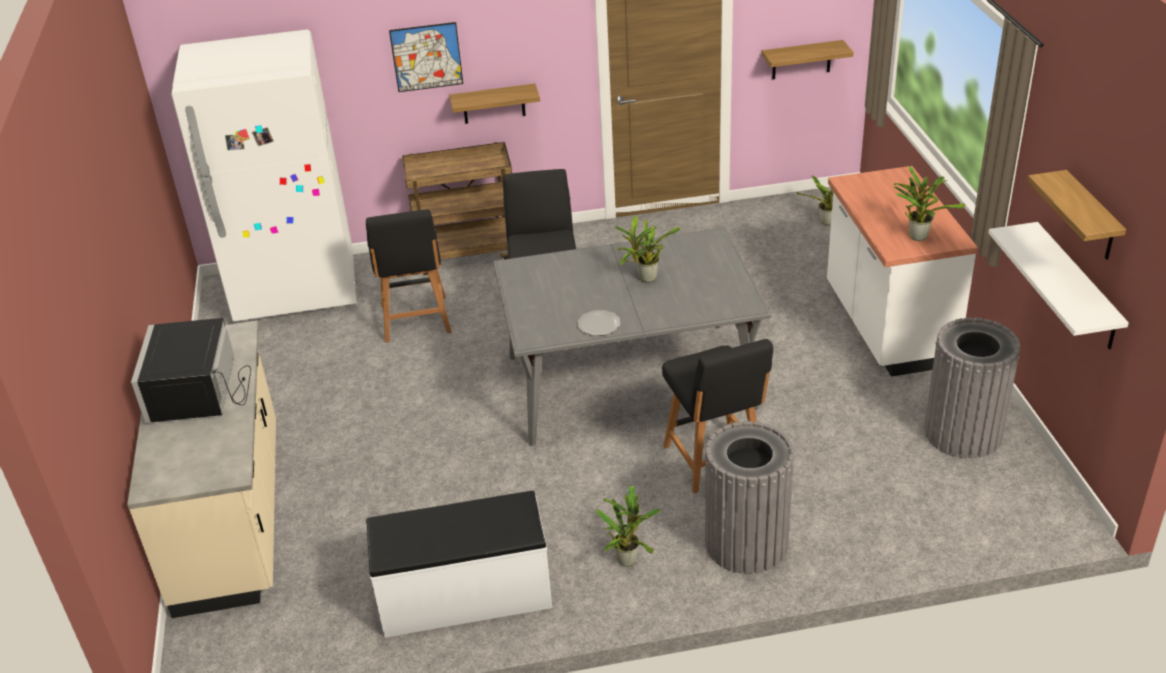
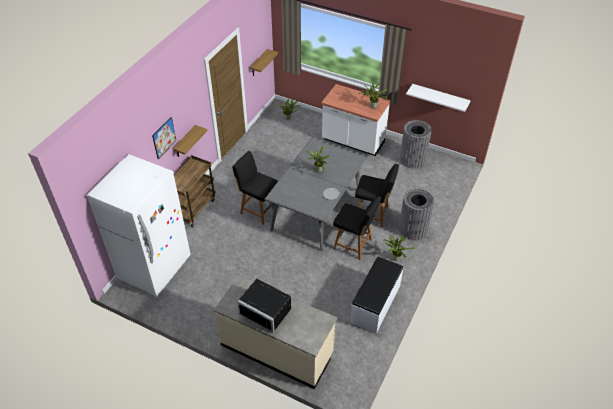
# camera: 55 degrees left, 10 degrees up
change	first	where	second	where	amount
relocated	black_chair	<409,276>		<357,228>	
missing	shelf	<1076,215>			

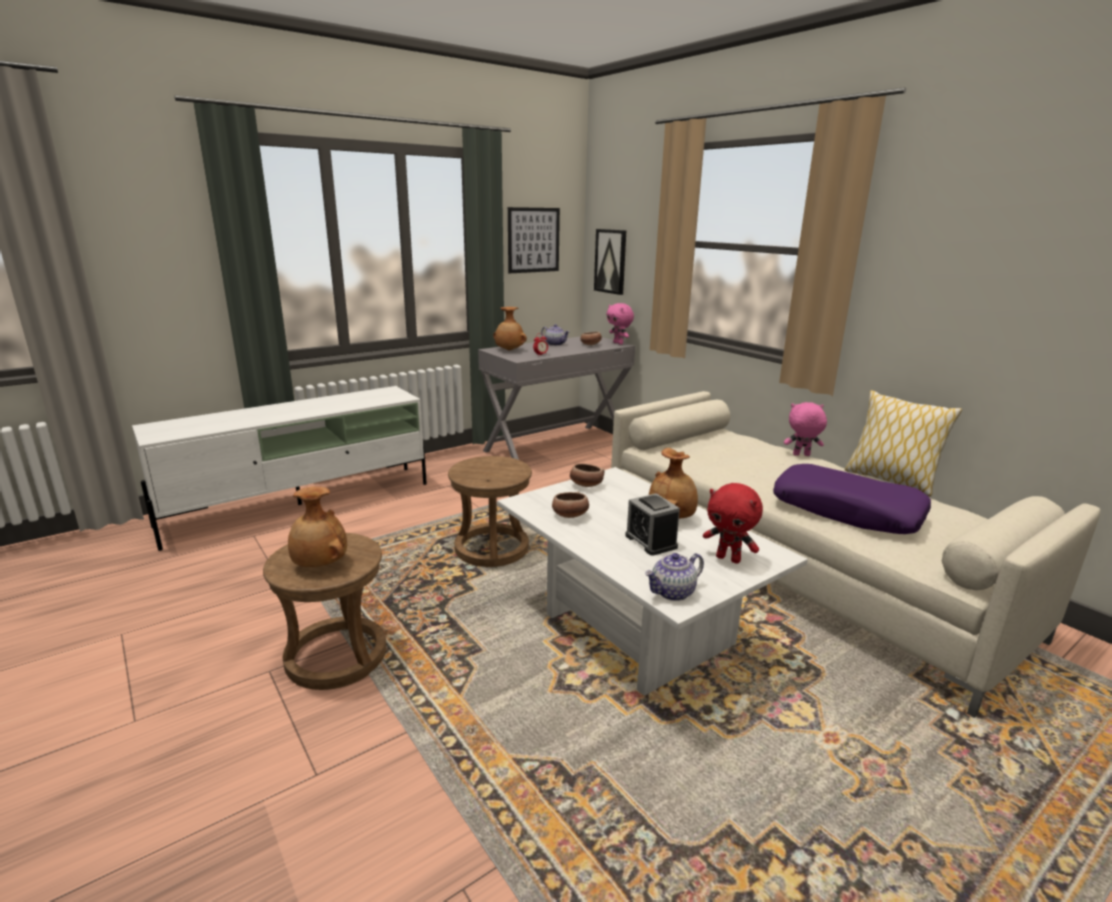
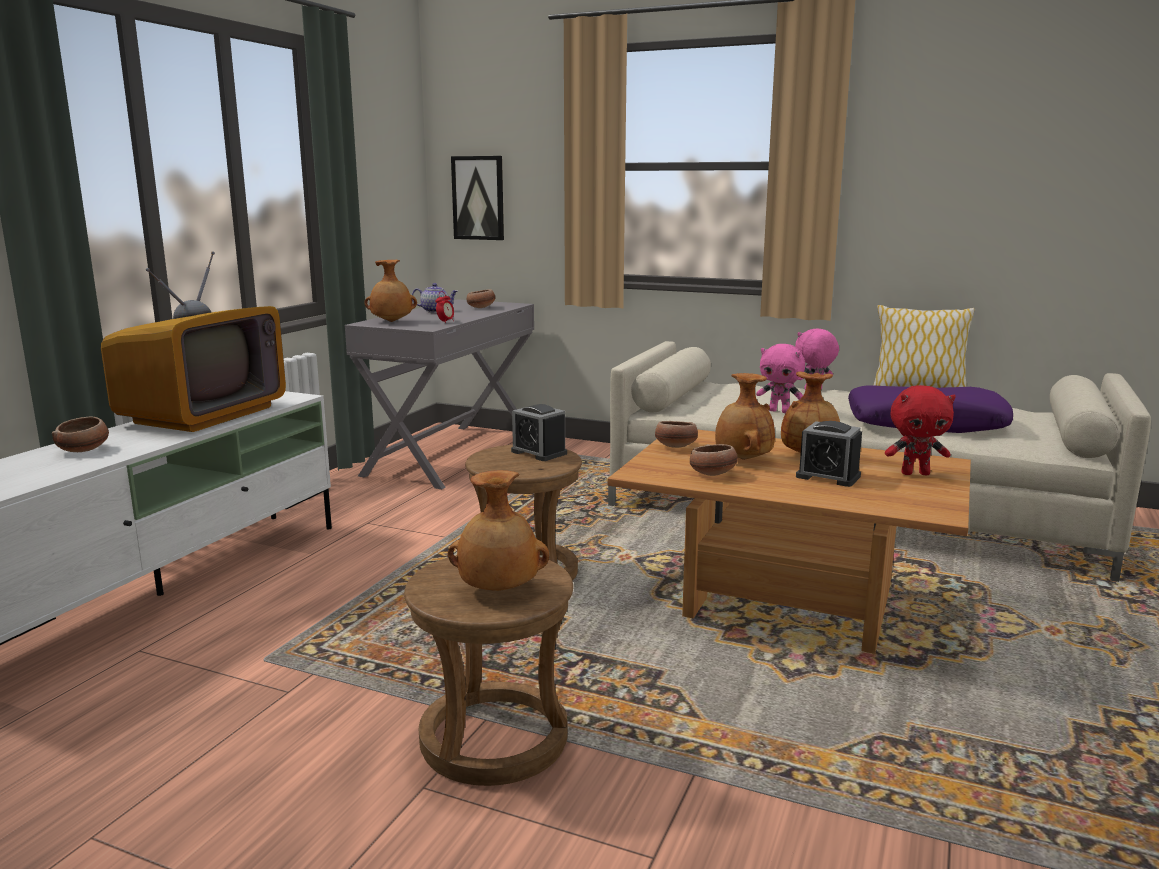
# camera: 30 degrees left, 5 degrees down
change	first	where	second	where	amount
colour	white_coffee_table	<652,581>	brown_coffee_table	<789,542>	
missing	picture	<534,240>			
relocated	pink_plush_toy	<620,324>		<780,378>	
missing	teapot	<674,577>			
appeared			bowl	<80,434>	
appeared			television	<193,341>	
appeared			alarm_clock	<539,432>	
appeared			brown_vase	<745,416>	

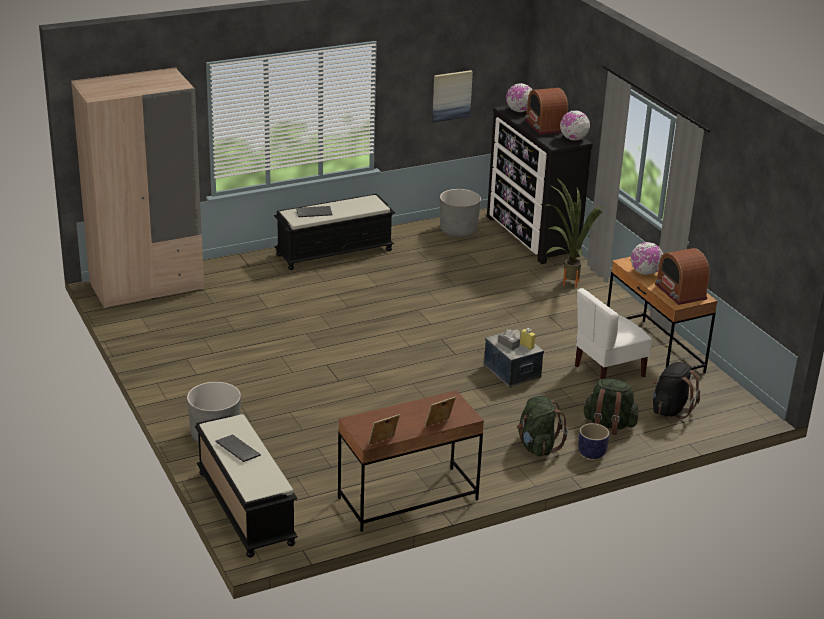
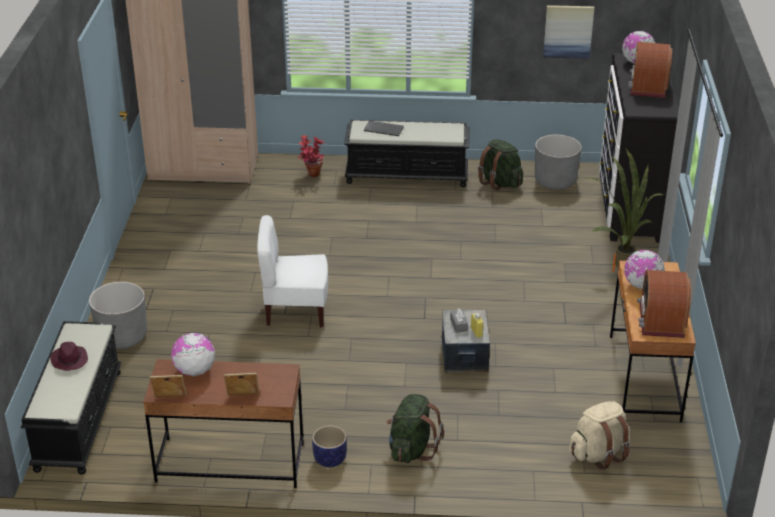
# camera: 30 degrees right, 5 degrees up
change	first	where	second	where	amount
exchanged	keyboard	<238,448>	purple_hat	<69,356>	
relocated	globe	<575,125>		<193,354>	
relocated	white_chair	<613,334>		<292,271>	
relocated	planter	<593,441>		<329,446>	
relocated	green_backpack	<611,407>		<500,165>	
colour	black_backpack	<676,390>	beige_backpack	<599,435>	
appeared			potted_plant	<311,156>	

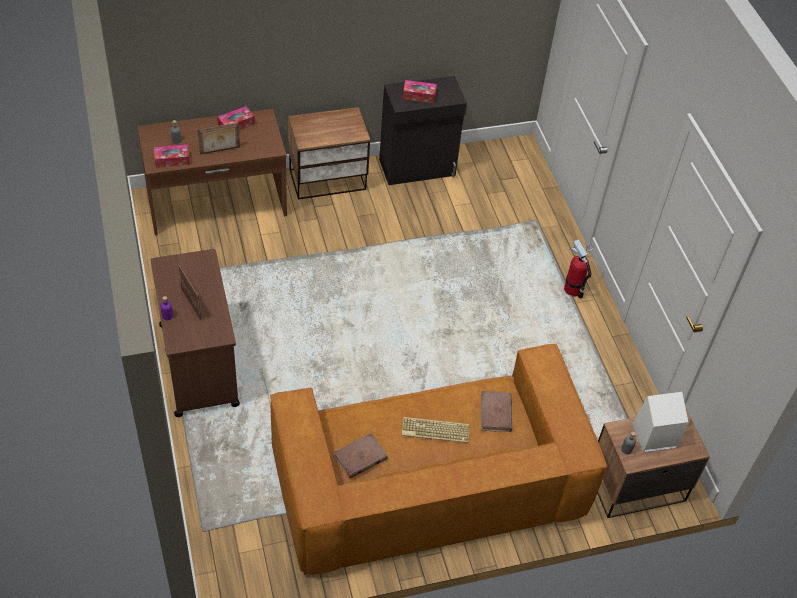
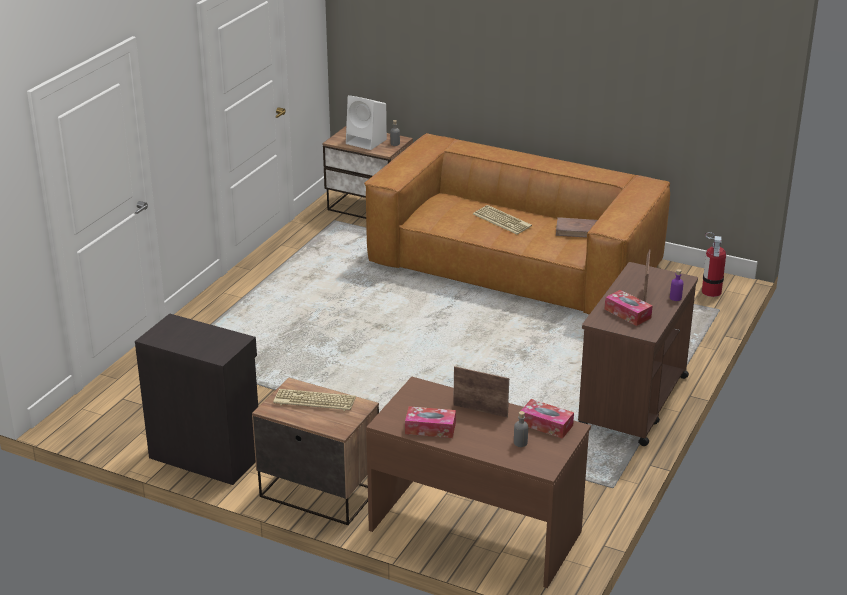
# camera: 135 degrees left, 20 degrees down
change	first	where	second	where	amount
relocated	tissue_box	<420,91>		<628,308>	
missing	brown_book	<496,411>			
relocated	fire_extinguisher	<578,269>		<714,264>	
appeared			keyboard	<314,400>	

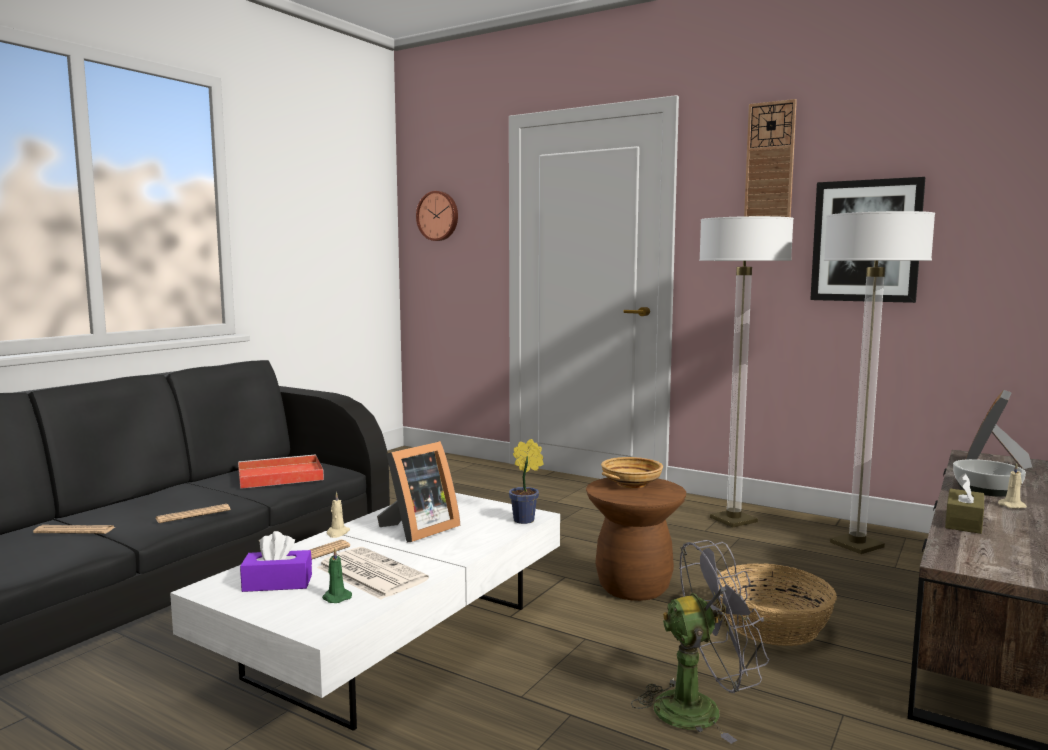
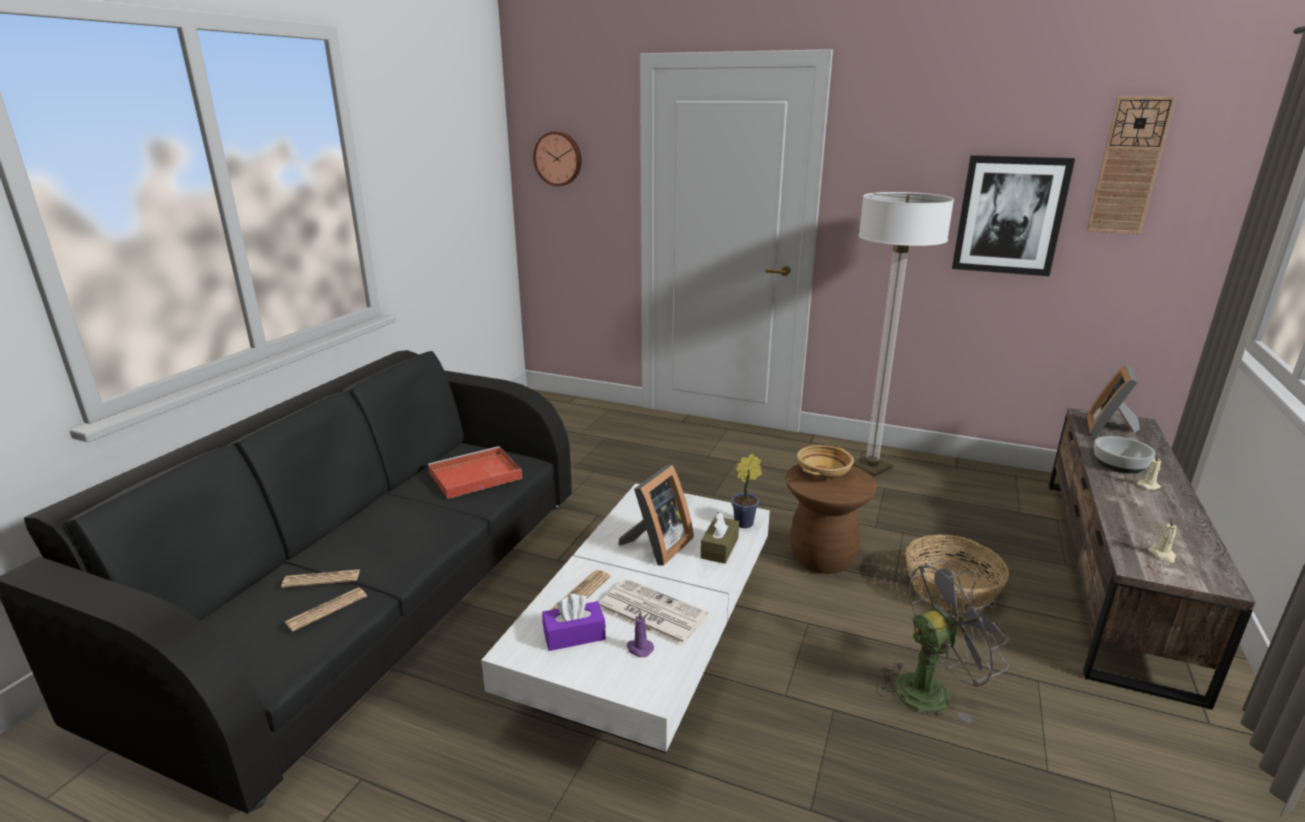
# camera: 10 degrees left, 15 degrees up
change	first	where	second	where	amount
relocated	newspaper	<192,513>		<326,609>	
colour	green_candle	<337,575>	purple_candle	<640,634>	
relocated	beige_candle	<338,515>		<1162,540>	
relocated	wall_clock	<770,158>		<1131,165>	
missing	floor_lamp	<879,382>			
relocated	brown_tissue_box	<964,504>		<720,538>	

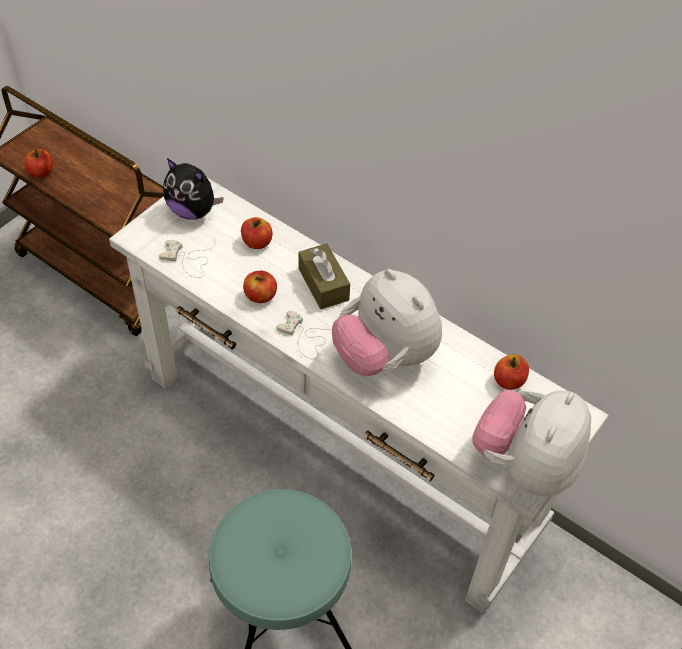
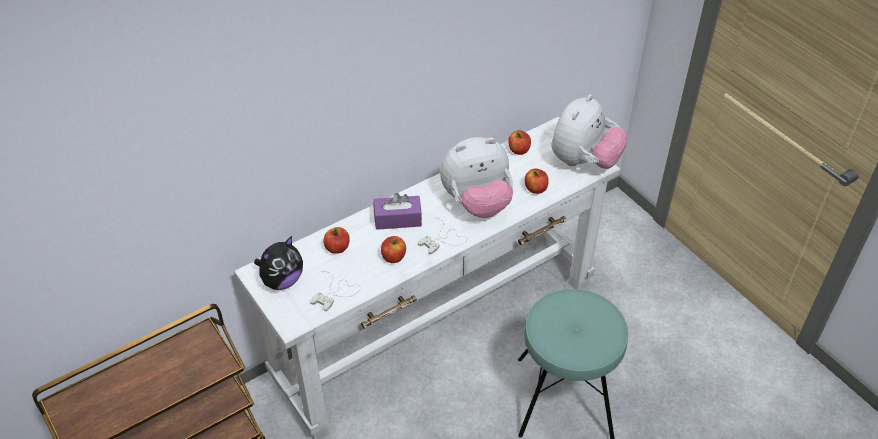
# camera: 70 degrees left, 5 degrees down
change	first	where	second	where	amount
relocated	apple	<38,163>		<537,181>	
colour	brown_tissue_box	<324,276>	purple_tissue_box	<398,211>	
spun	plush_toy	<531,443>		<589,131>	105 degrees counterclockwise

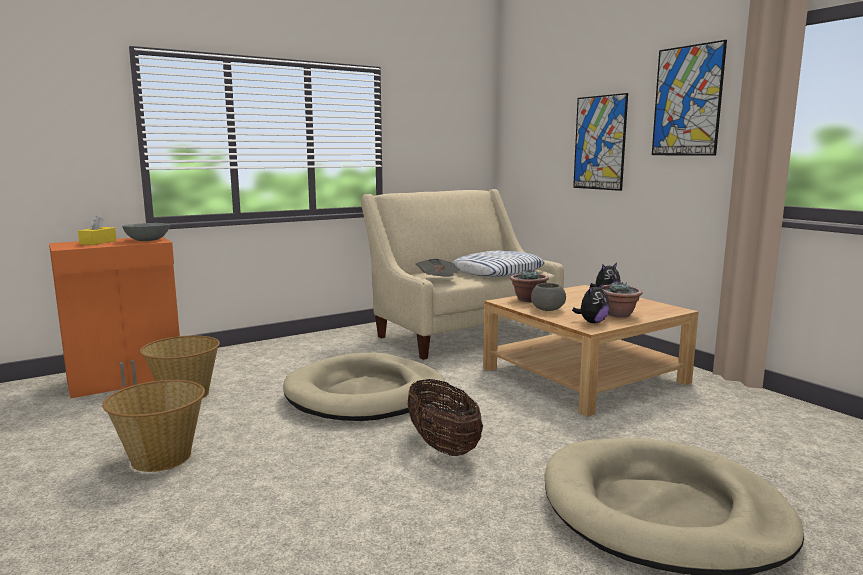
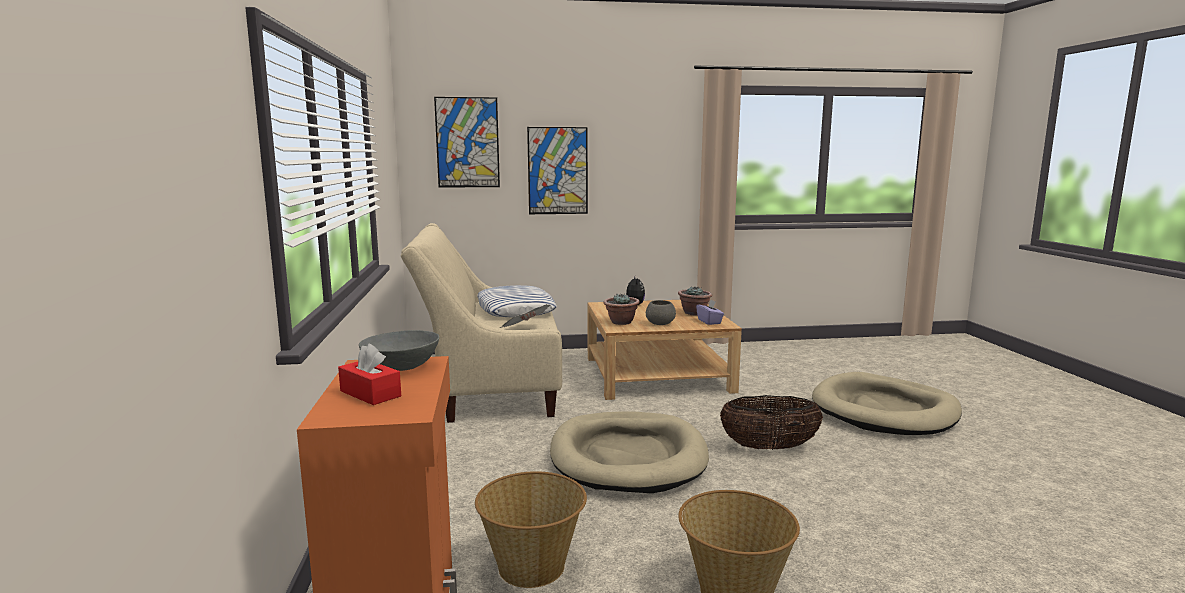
# camera: 65 degrees left, 0 degrees up
change	first	where	second	where	amount
colour	yellow_tissue_box	<97,230>	red_tissue_box	<369,374>	
exchanged	plush_toy	<590,303>	purple_tissue_box	<710,312>	
relocated	picture	<689,98>		<467,142>	

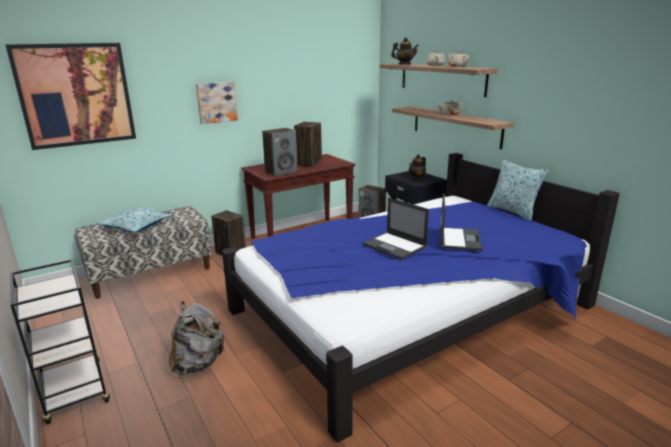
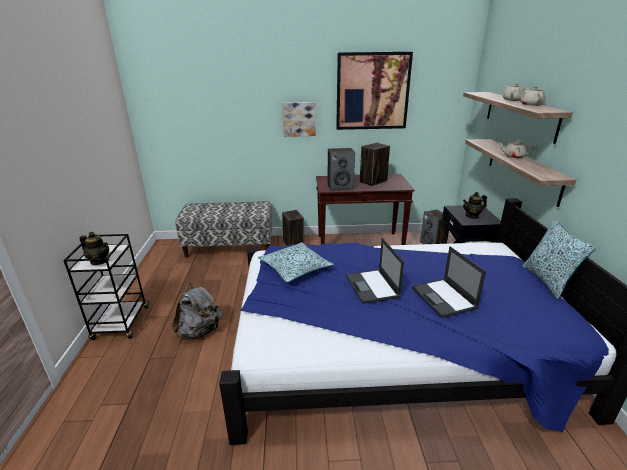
# camera: 30 degrees right, 5 degrees up
change	first	where	second	where	amount
relocated	picture	<71,96>		<374,91>	
relocated	pillow	<133,220>		<296,262>	
relocated	teapot	<405,50>		<94,248>	
spun	laptop	<461,222>		<449,282>	120 degrees clockwise

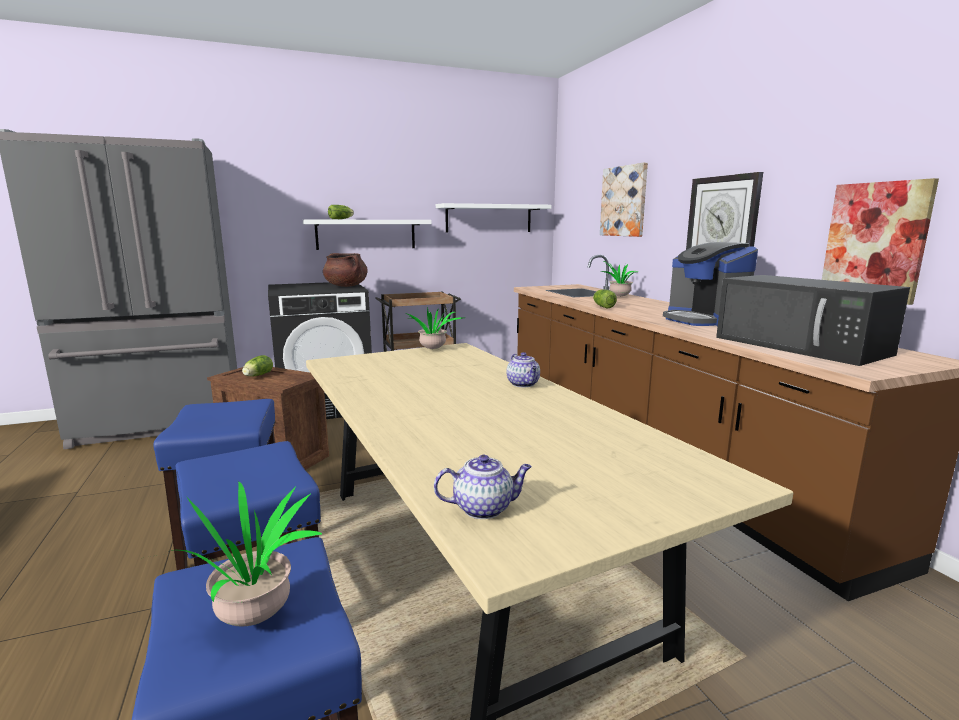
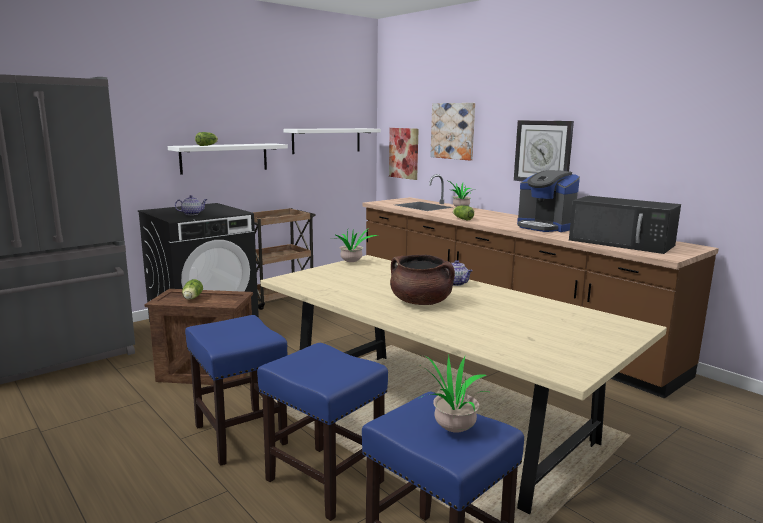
# camera: 20 degrees left, 0 degrees up
change	first	where	second	where	amount
relocated	brown_cooking_pot	<345,270>		<422,280>	
relocated	teapot	<483,487>		<191,205>	
relocated	picture	<880,241>		<404,154>	

